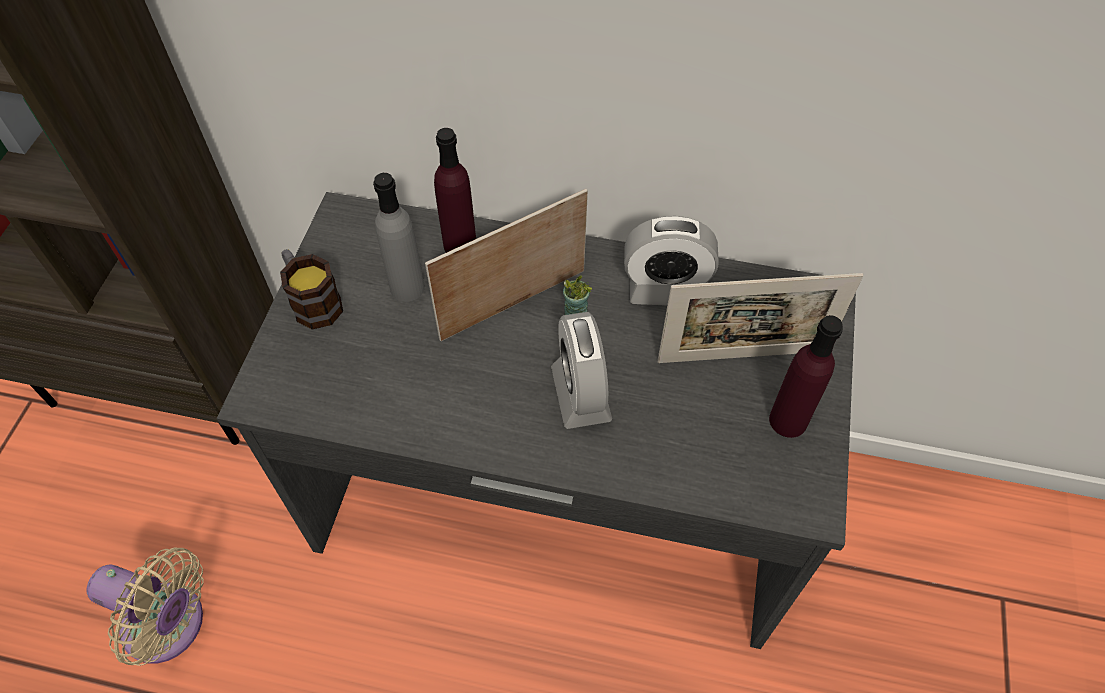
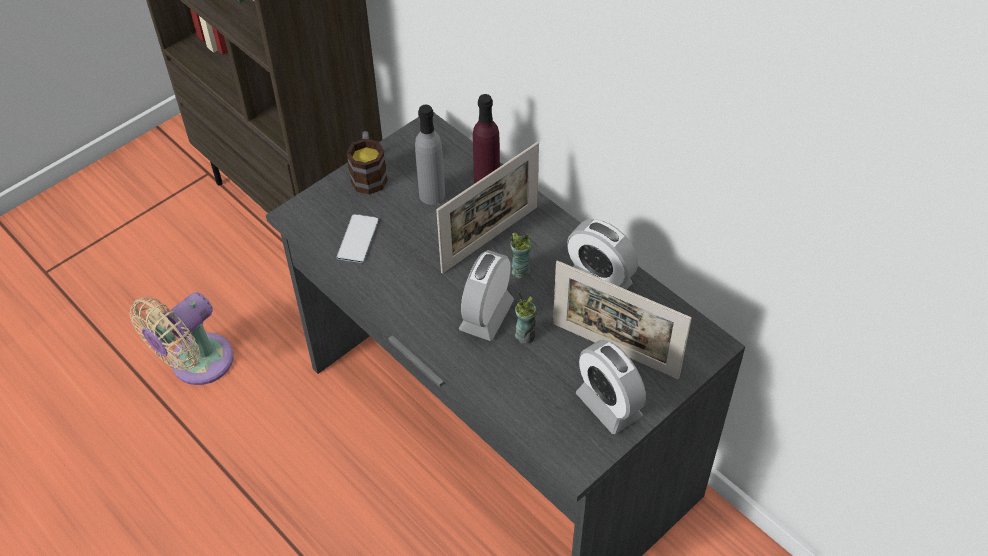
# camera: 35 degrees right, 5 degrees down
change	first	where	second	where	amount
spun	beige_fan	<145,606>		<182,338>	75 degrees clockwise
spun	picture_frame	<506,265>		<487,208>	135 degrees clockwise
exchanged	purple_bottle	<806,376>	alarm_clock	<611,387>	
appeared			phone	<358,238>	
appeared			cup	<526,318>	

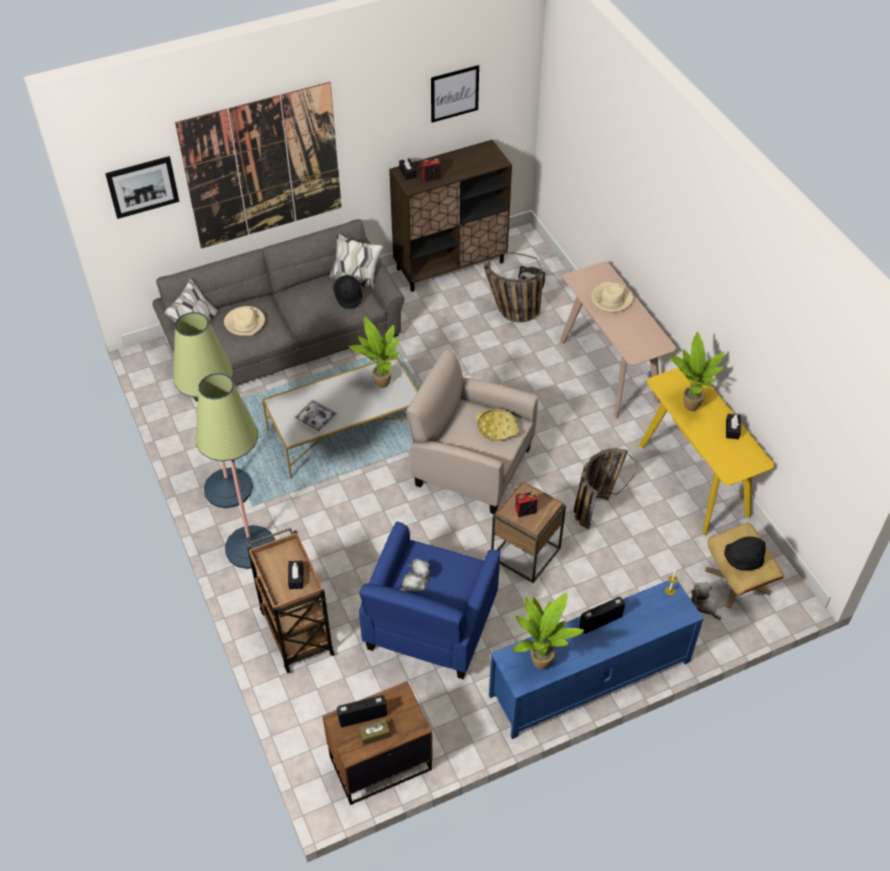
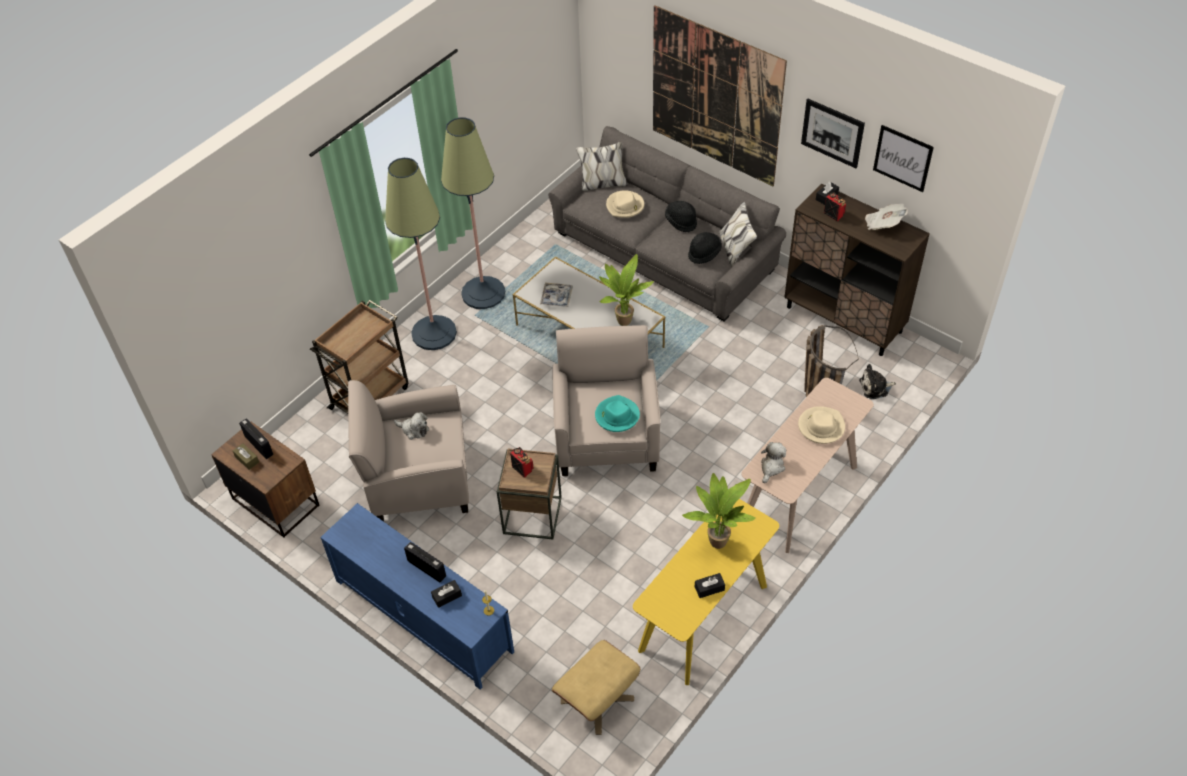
# camera: 65 degrees right, 0 degrees up
change	first	where	second	where	amount
relocated	picture	<142,187>		<833,133>	
relocated	black_tissue_box	<295,574>		<446,594>	
colour	blue_armchair	<430,600>	beige_armchair	<408,451>	
exchanged	yellow_tray	<497,425>	turquoise_hat	<617,413>	
missing	potted_plant	<548,631>			
missing	basket	<605,488>			
relocated	plush_toy	<706,601>		<773,462>	
relocated	black_hat	<745,553>		<681,216>	
appeared			newspaper	<886,217>	

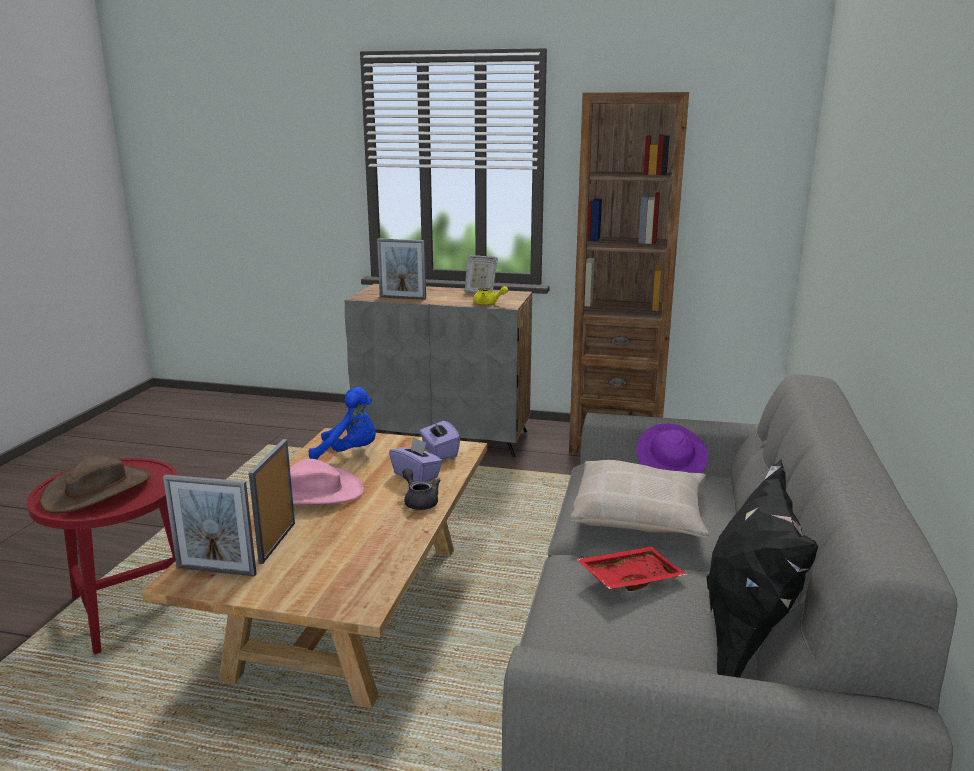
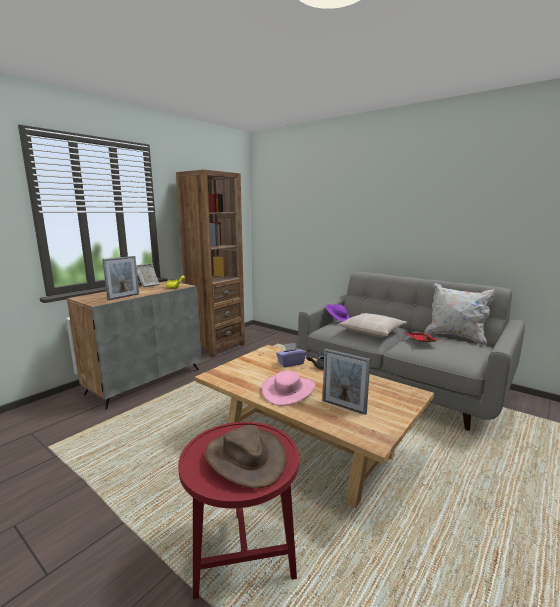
# camera: 65 degrees left, 5 degrees down
change	first	where	second	where	amount
missing	picture_frame	<210,526>			
missing	blue_plush_toy	<342,423>			
missing	purple_tissue_box	<440,439>			
colour	black_pillow	<762,569>	white_pillow	<460,314>	

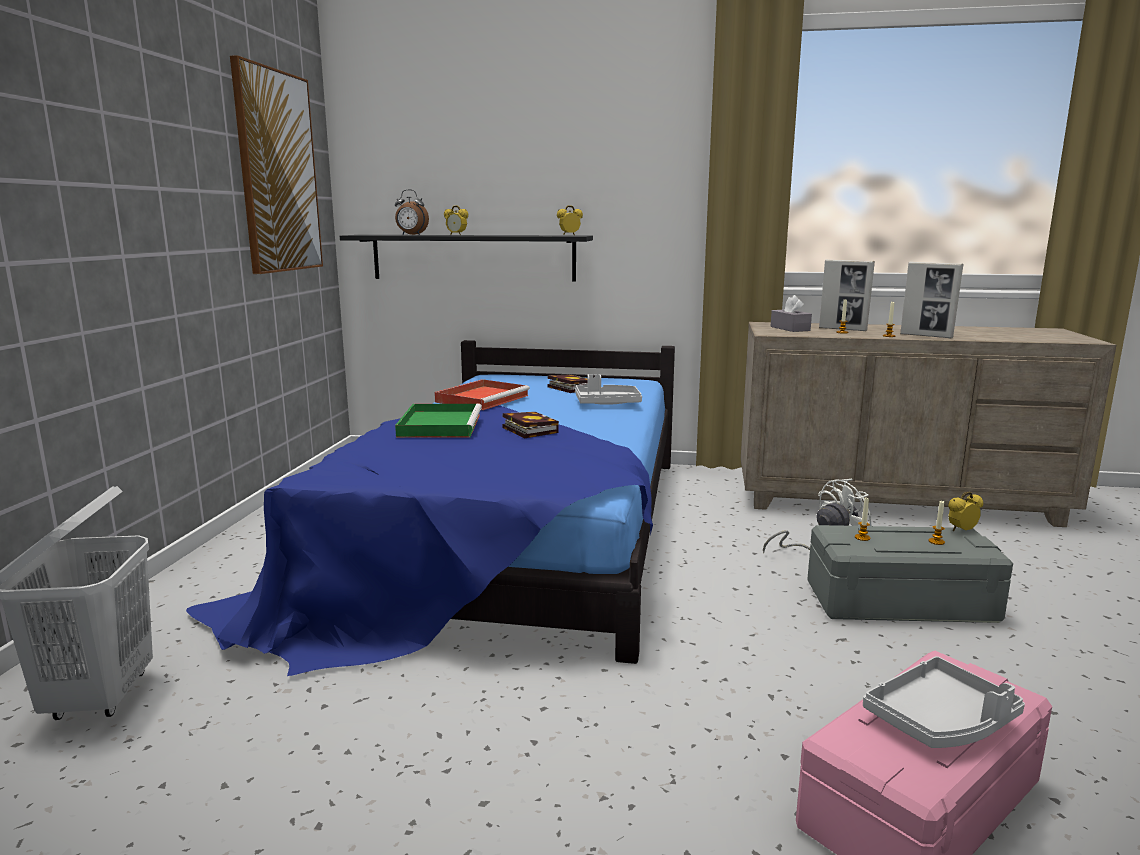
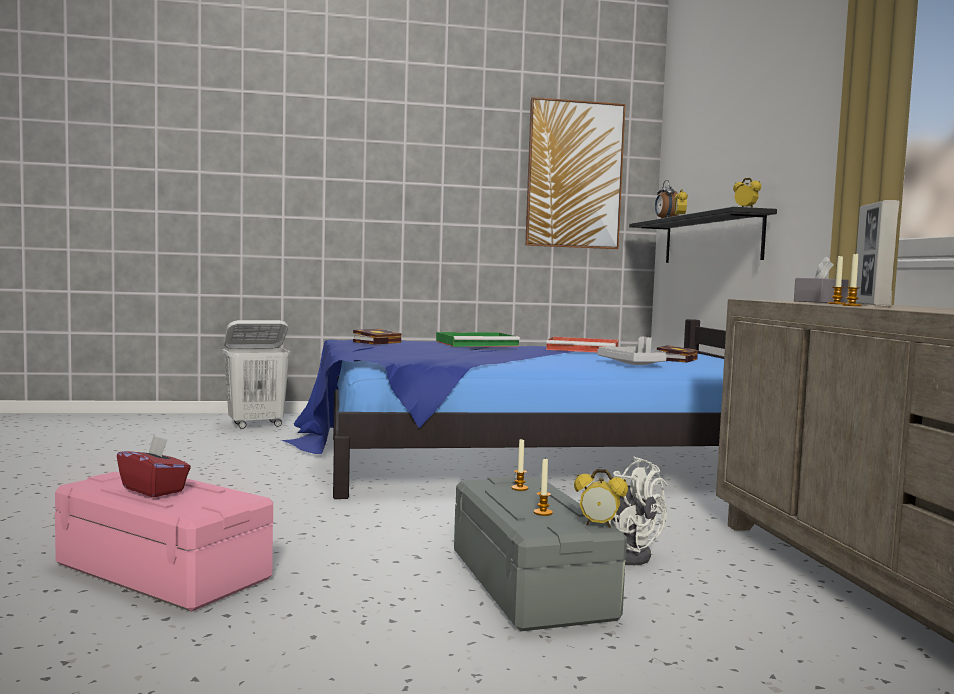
# camera: 70 degrees right, 10 degrees down
change	first	where	second	where	amount
relocated	book	<530,425>		<377,337>	
exchanged	grey_tray	<944,702>	red_tissue_box	<154,466>	
missing	picture_frame	<932,300>			
spun	alarm_clock	<965,511>		<601,498>	150 degrees clockwise

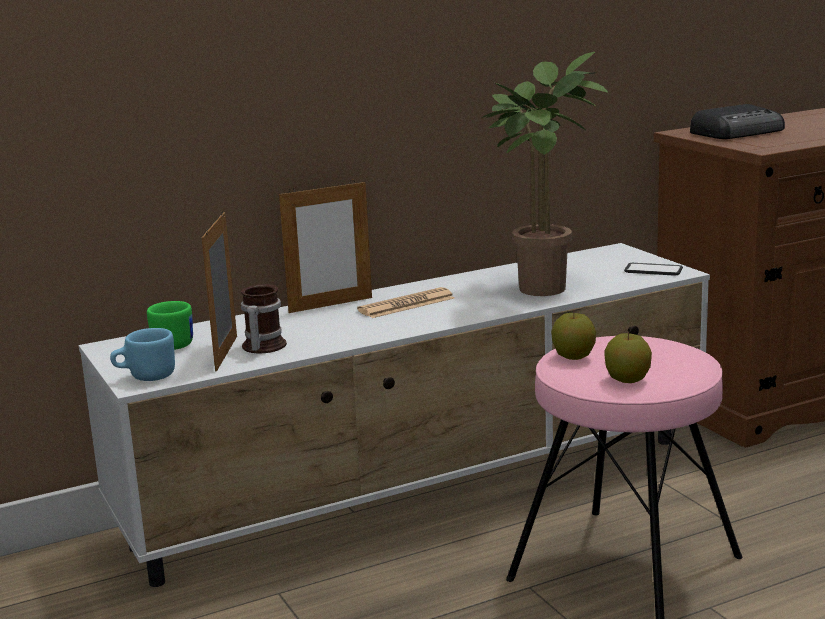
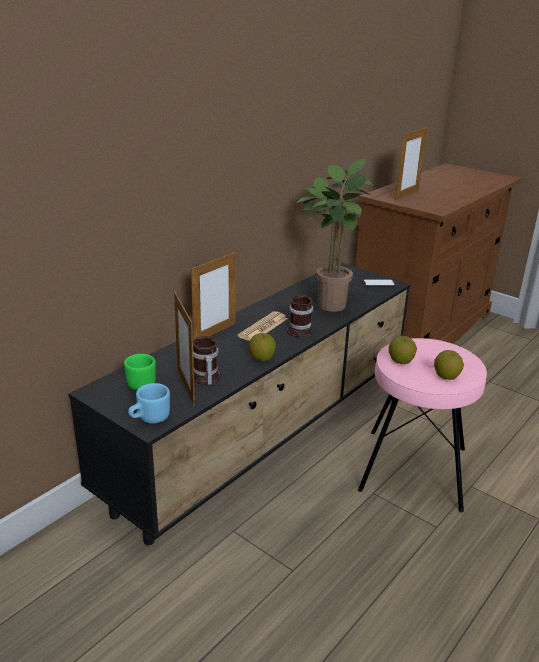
# camera: 25 degrees left, 10 degrees up
change	first	where	second	where	amount
colour	white_tv_stand	<394,415>	black_tv_stand	<239,403>	
exchanged	radio	<737,121>	picture_frame	<411,163>	
appeared			apple	<262,347>	
appeared			mug	<300,316>	

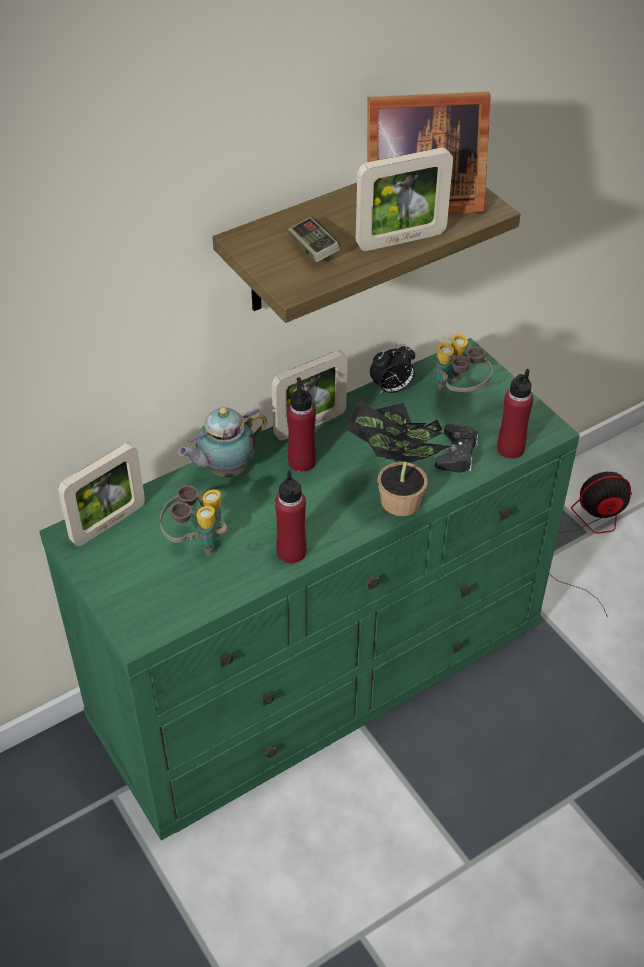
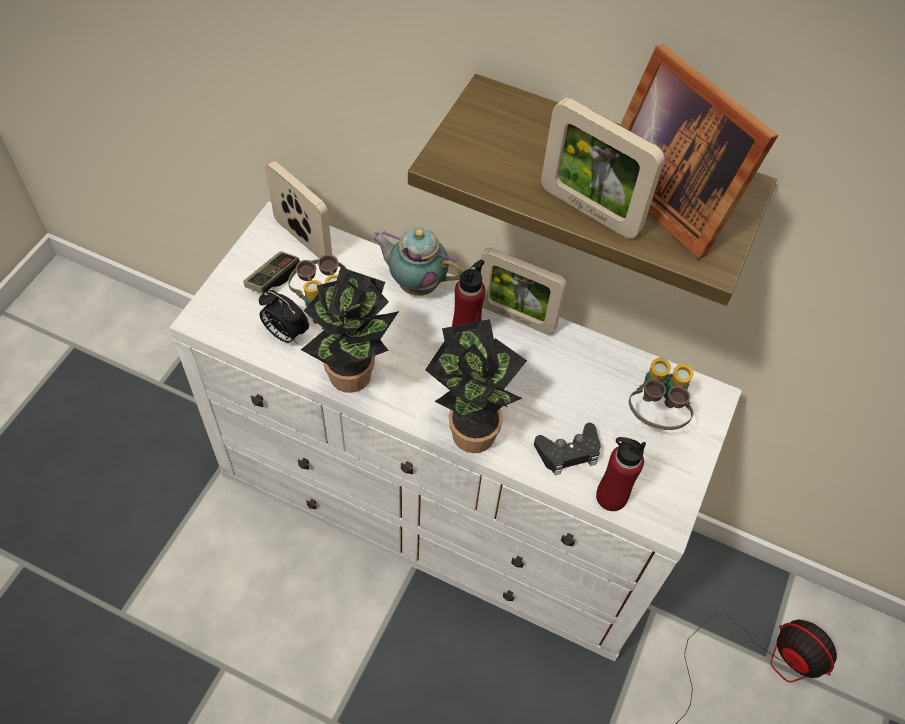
# camera: 55 degrees right, 10 degrees up
change	first	where	second	where	amount
colour	green_dresser	<309,589>	white_dresser	<455,431>	
spun	picture_frame	<101,494>		<298,209>	150 degrees counterclockwise
exchanged	red_bottle	<291,516>	potted_plant	<350,330>	
relocated	game_controller	<314,239>		<271,272>	
relocated	alarm_clock	<392,369>		<284,317>	

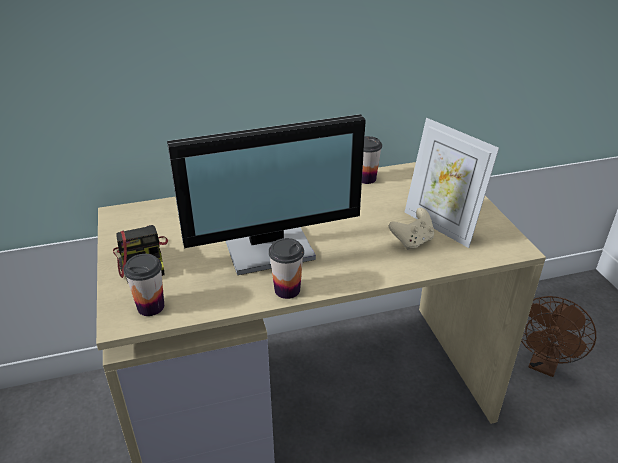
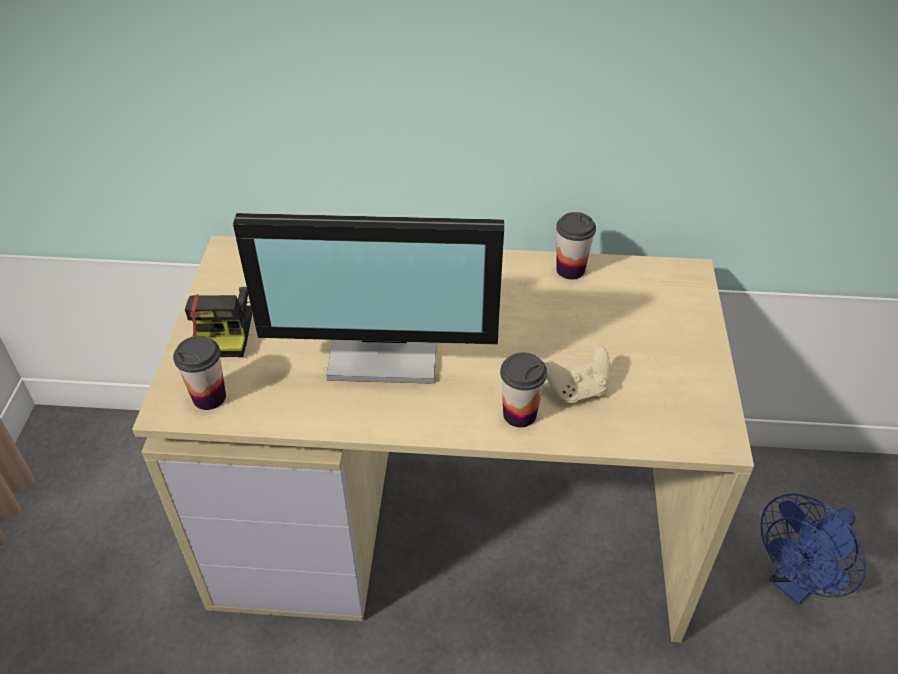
# camera: 20 degrees right, 10 degrees up
change	first	where	second	where	amount
relocated	cup	<286,268>		<523,389>	
missing	picture_frame	<452,183>			
colour	brown_fan	<558,336>	blue_fan	<813,549>	

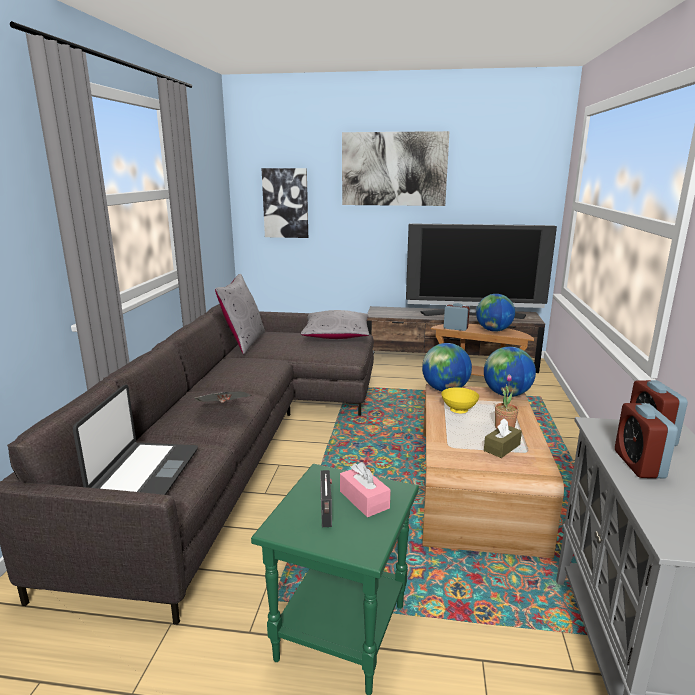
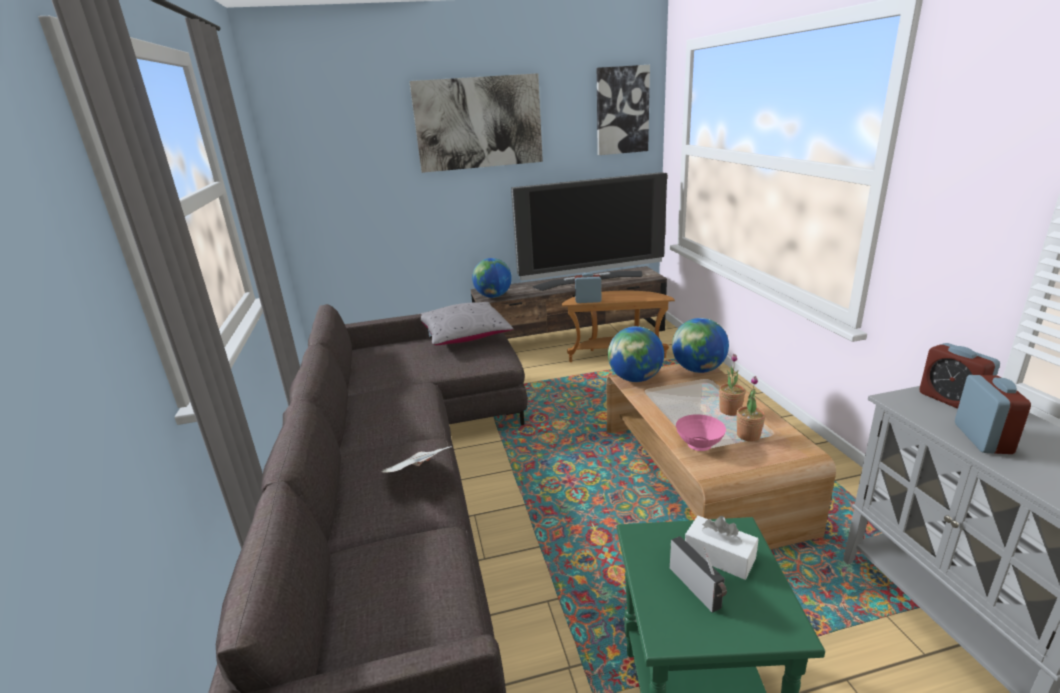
# camera: 20 degrees left, 5 degrees up
change	first	where	second	where	amount
missing	laptop	<135,440>			
missing	grey_pillow	<240,314>			
relocated	picture	<284,203>		<623,110>	
colour	pink_tissue_box	<365,489>	white_tissue_box	<721,548>	
missing	yellow_bowl	<460,400>			
relocated	globe	<495,313>		<492,278>	
exchanged	brown_tissue_box	<503,438>	potted_plant	<751,409>	
spun	alarm_clock	<646,440>		<993,414>	150 degrees counterclockwise
appeared			pink_bowl	<701,432>	

